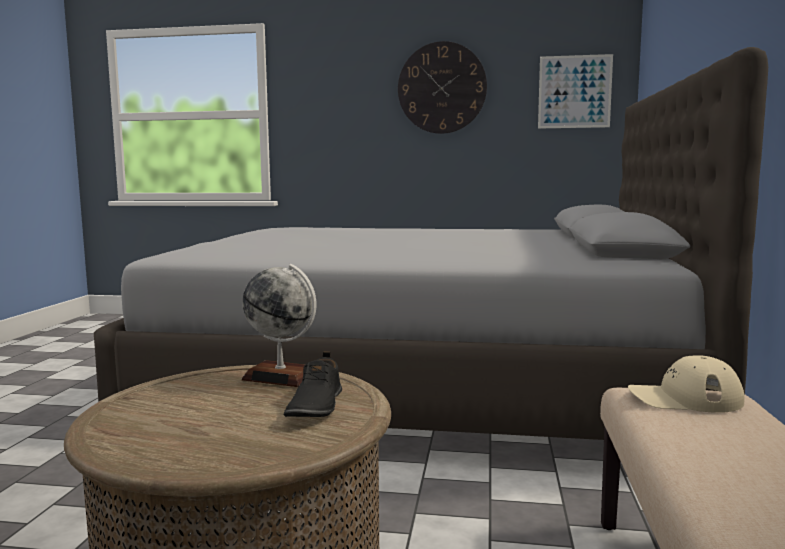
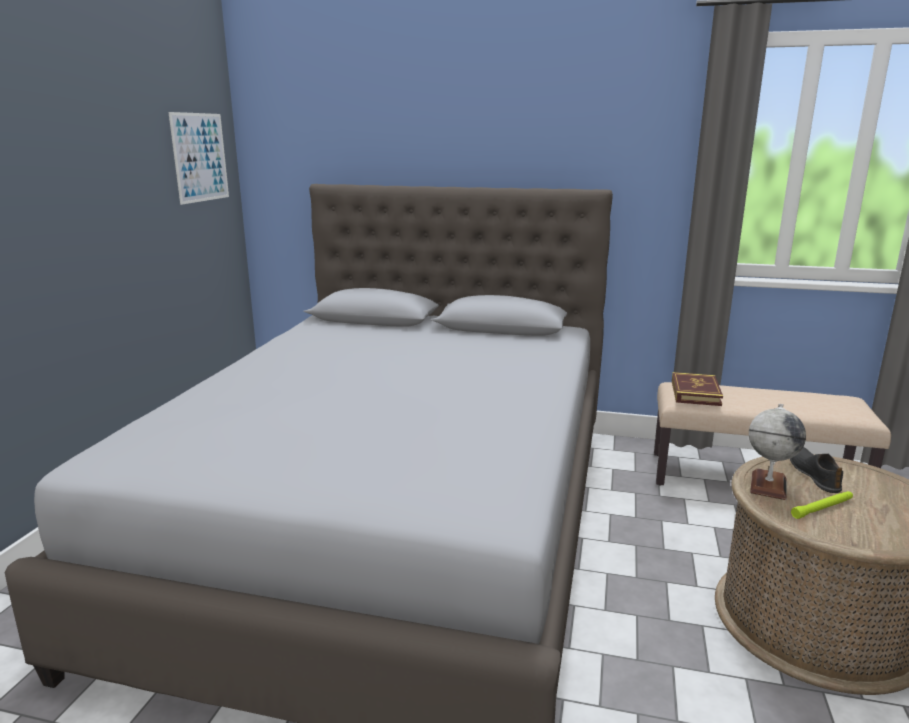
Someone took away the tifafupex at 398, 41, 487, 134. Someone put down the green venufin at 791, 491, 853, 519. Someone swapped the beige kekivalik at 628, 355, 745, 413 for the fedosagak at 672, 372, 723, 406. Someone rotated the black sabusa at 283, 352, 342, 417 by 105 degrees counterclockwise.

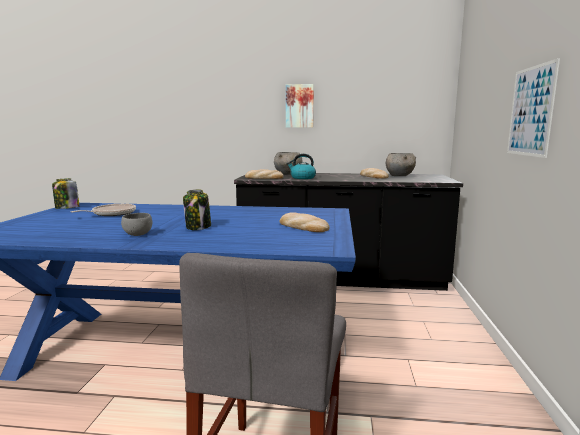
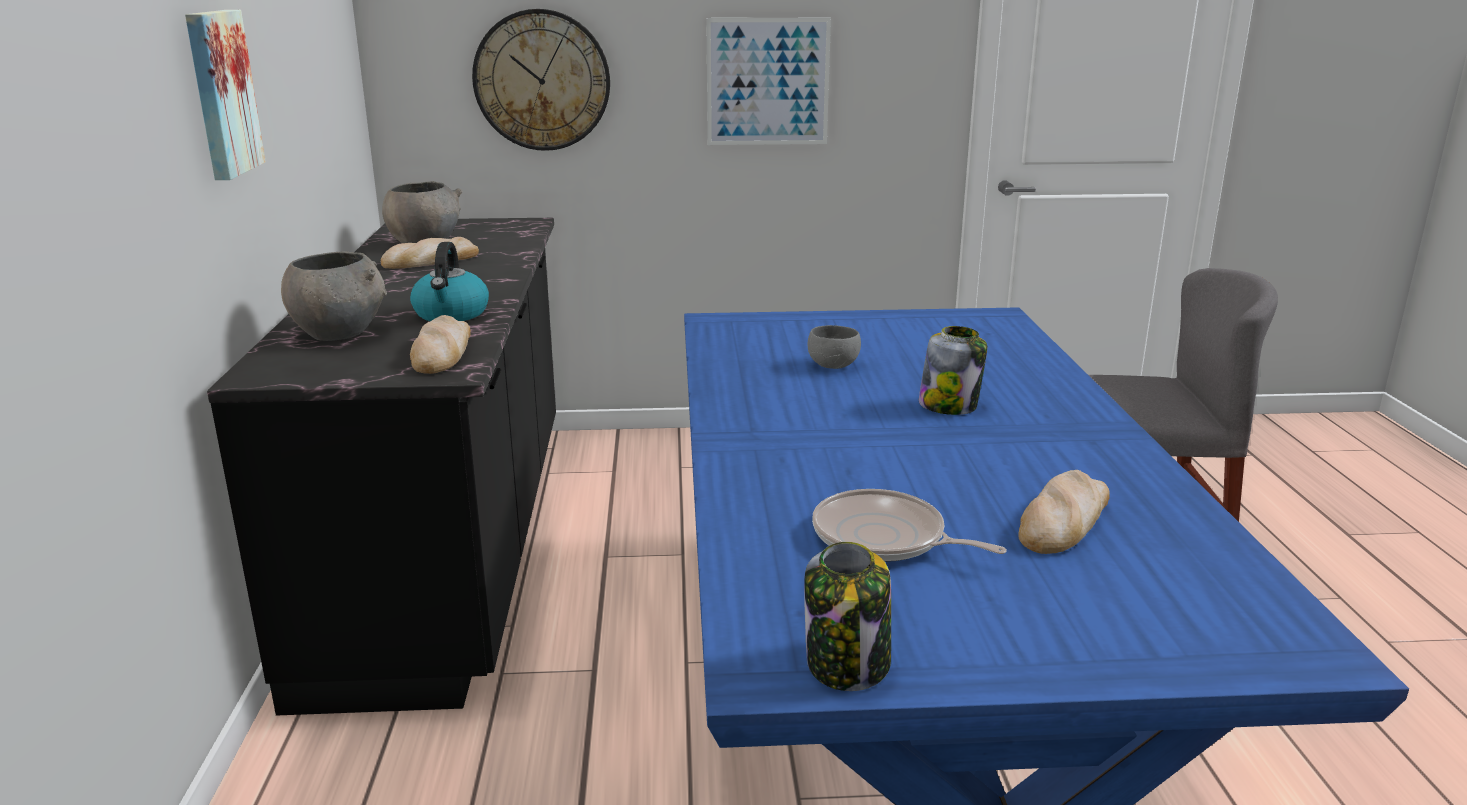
Someone put up the tifafupex at 472, 9, 610, 151. Someone carried the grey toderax from 121, 213, 152, 236 to 808, 325, 861, 369. Someone carried the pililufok from 280, 212, 330, 232 to 1018, 470, 1109, 554.

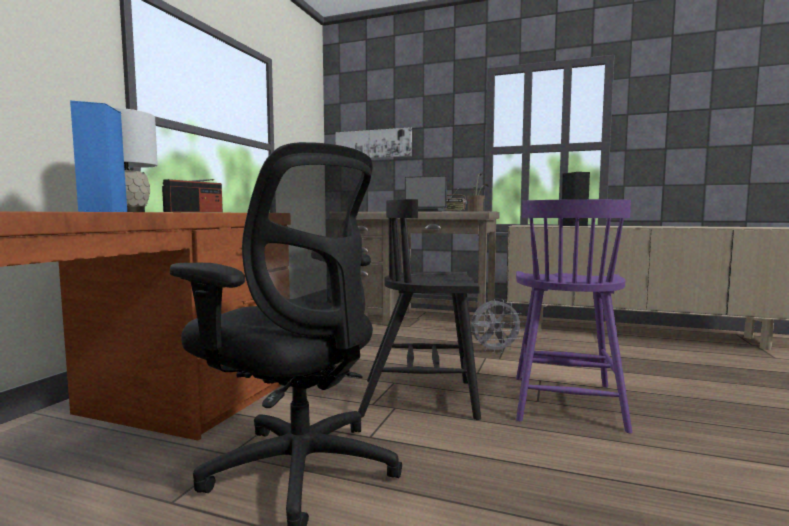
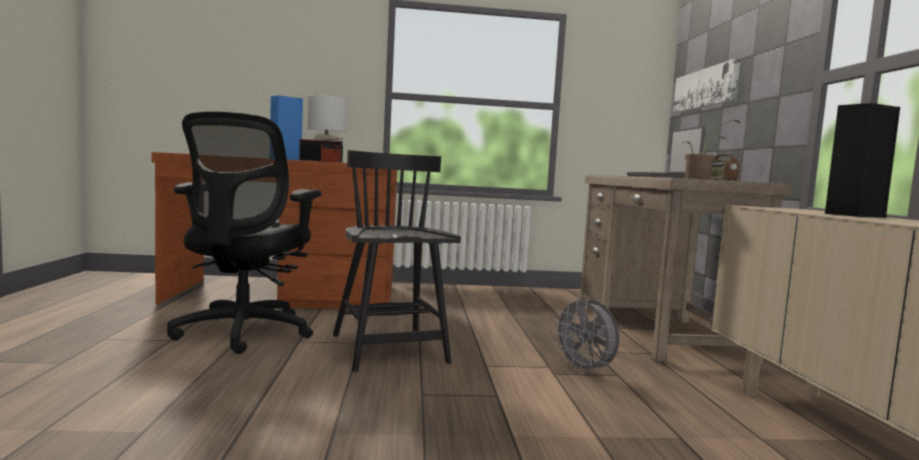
Someone took away the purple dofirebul at 516, 199, 632, 433.

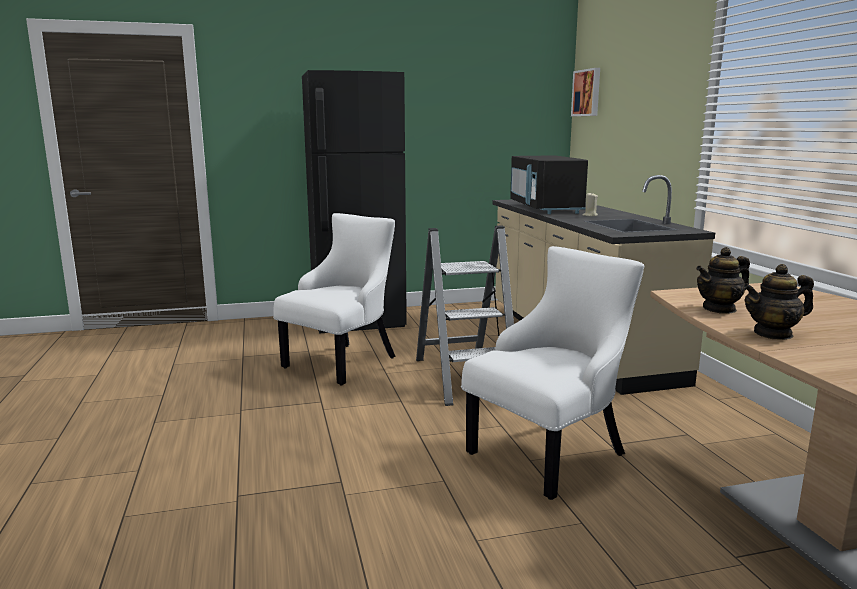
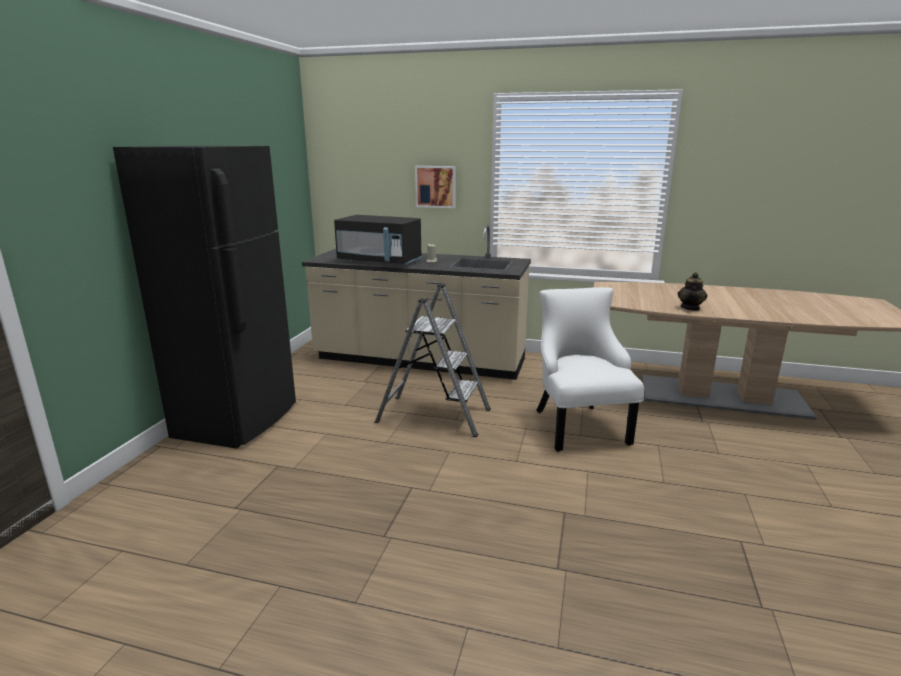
Someone took away the white dofirebul at 273, 213, 396, 386. Someone took away the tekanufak at 696, 247, 750, 314. Someone carried the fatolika from 571, 68, 600, 116 to 415, 166, 456, 208.

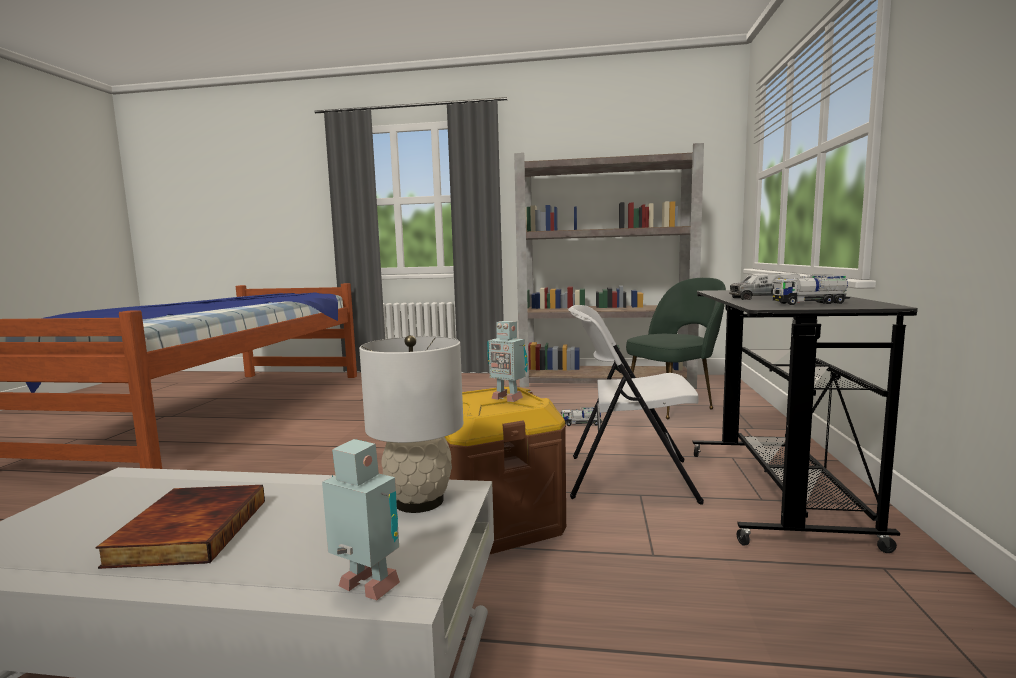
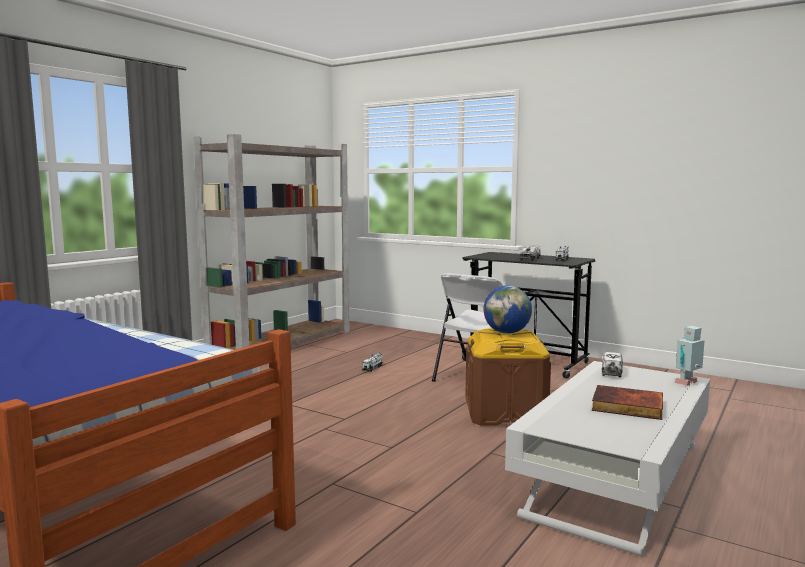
Someone took away the green dofirebul at 626, 278, 726, 419. Someone swapped the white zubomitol at 359, 335, 464, 513 for the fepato at 602, 352, 623, 377. Someone swapped the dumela at 487, 321, 528, 402 for the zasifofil at 483, 286, 532, 334.

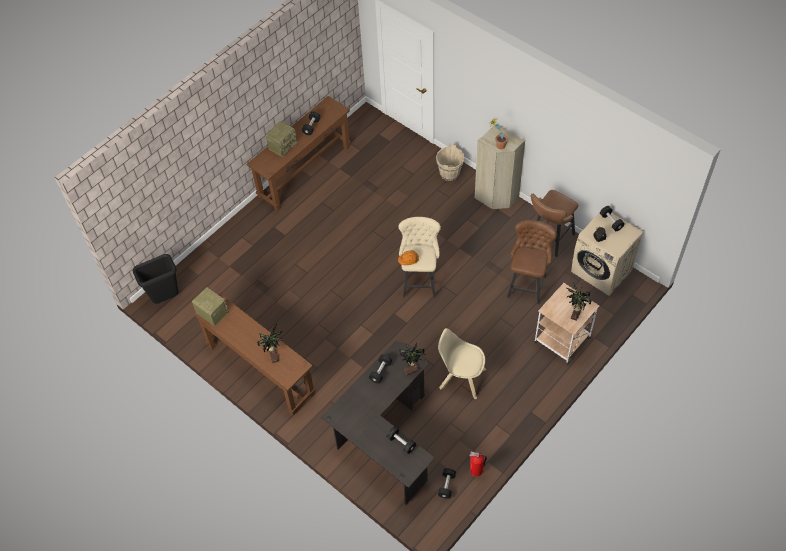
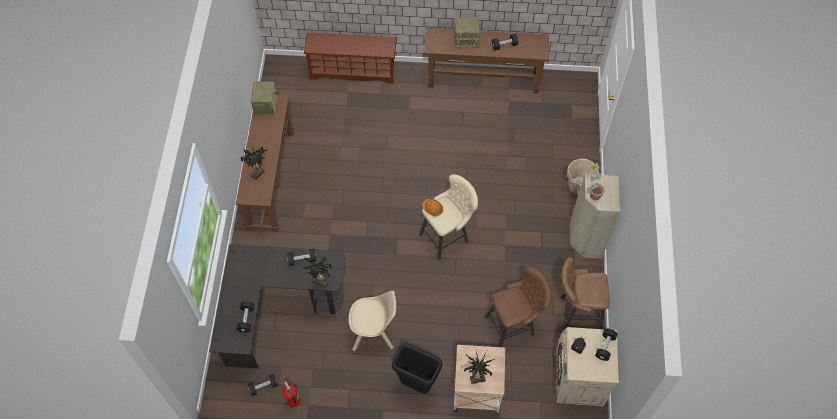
Someone put down the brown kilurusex at 304, 33, 397, 84. Someone carried the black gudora from 133, 254, 178, 304 to 392, 344, 442, 394. Someone rotated the beige dofirebul at 438, 328, 486, 399 by 105 degrees clockwise.

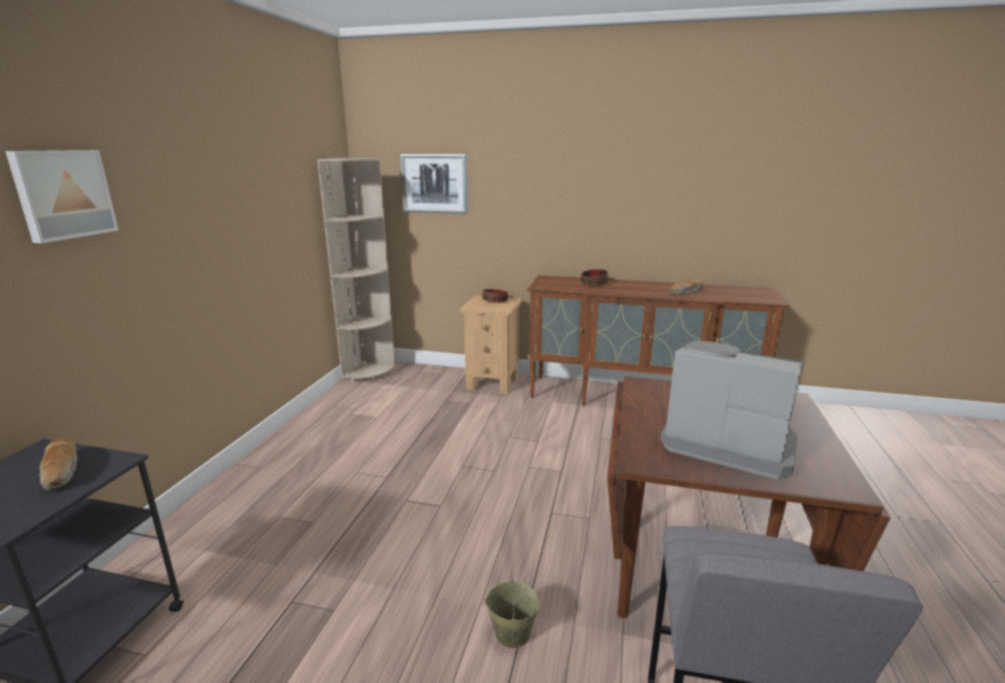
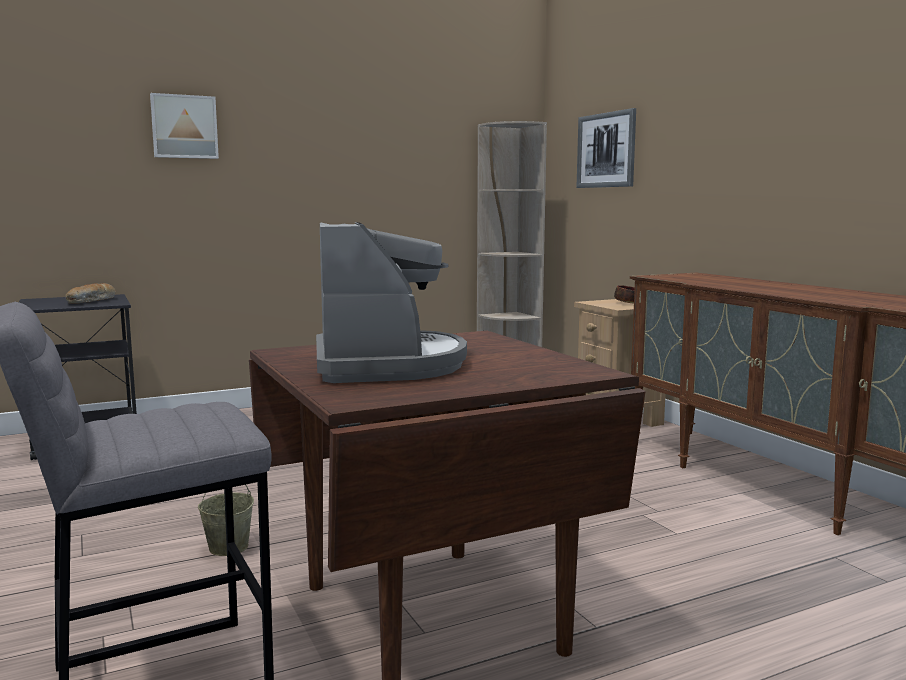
Someone took away the toderax at 581, 269, 609, 286. Someone took away the pililufok at 670, 279, 704, 295.

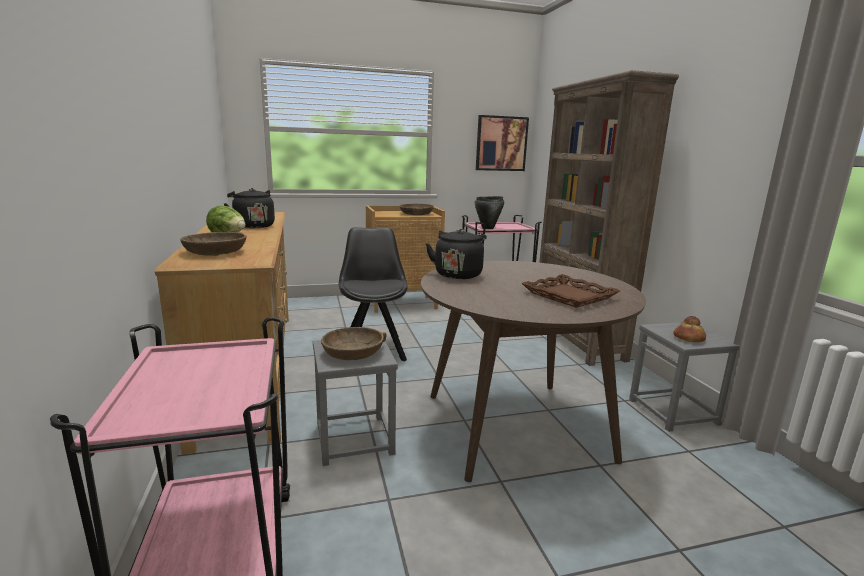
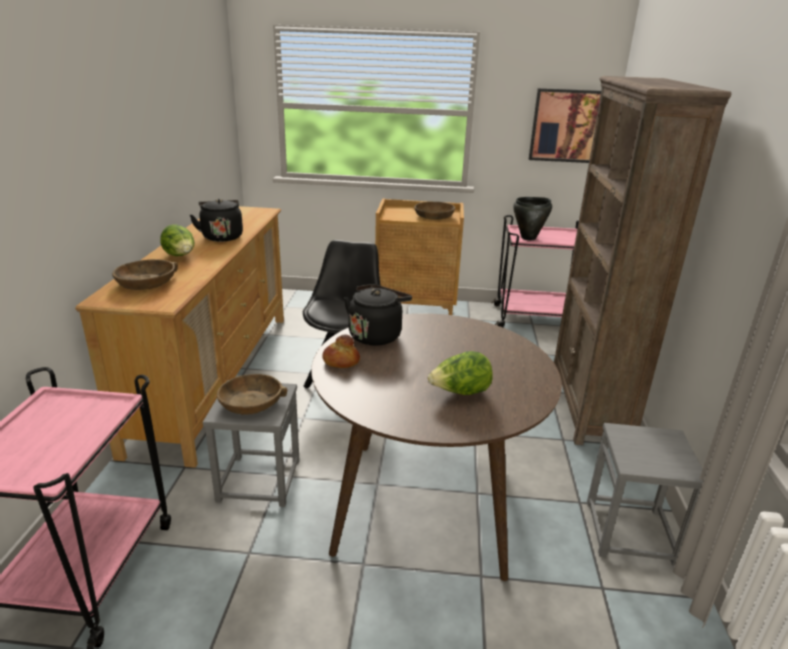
Someone carried the pililufok from 673, 316, 706, 342 to 322, 334, 360, 368. Someone swapped the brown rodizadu at 522, 274, 620, 308 for the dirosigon at 428, 351, 493, 395.

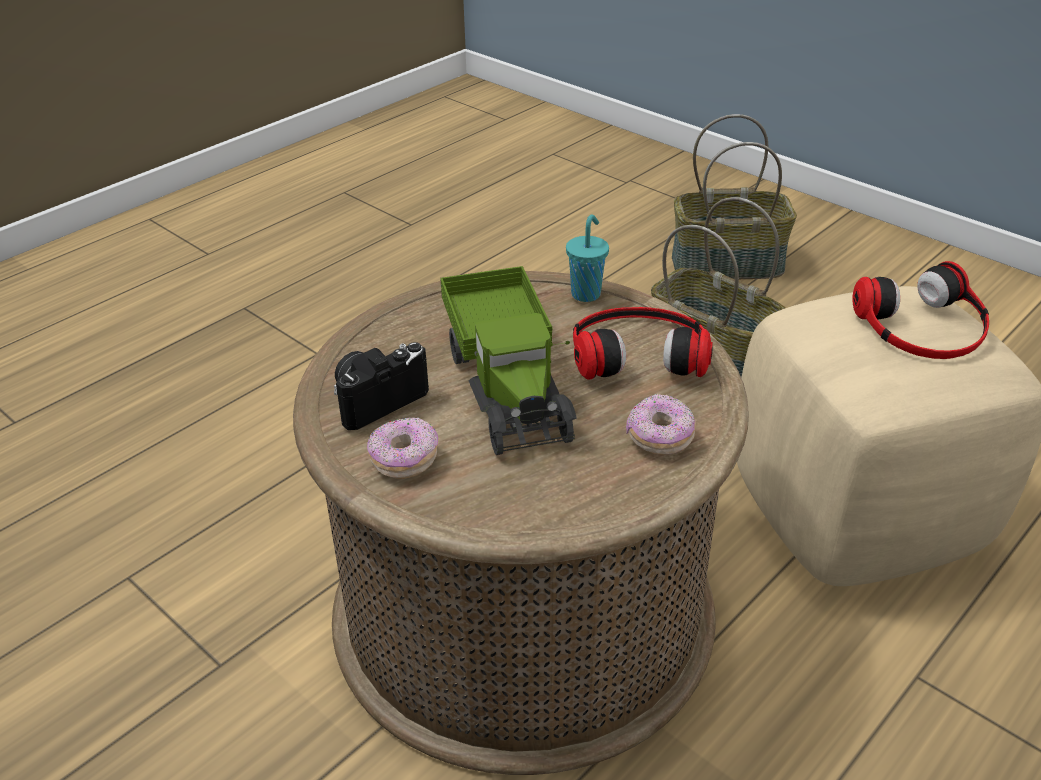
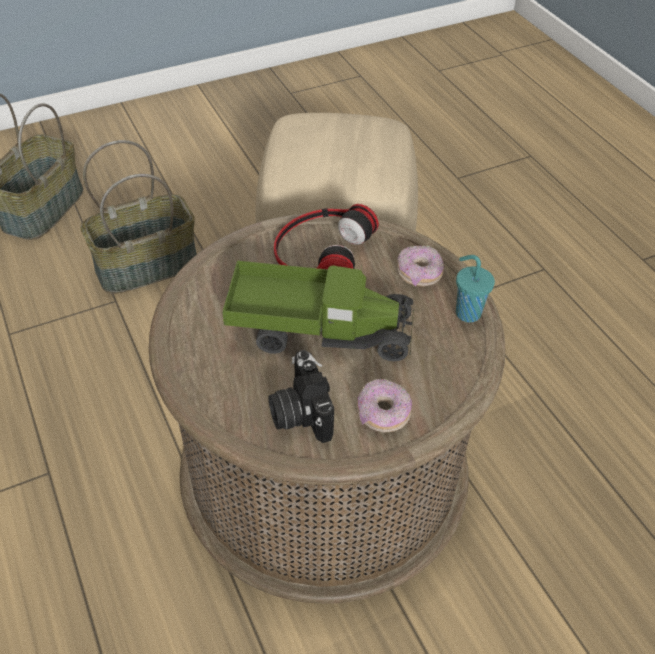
Someone took away the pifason at 852, 261, 989, 359. Someone carried the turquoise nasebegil from 566, 215, 609, 302 to 456, 255, 495, 322.

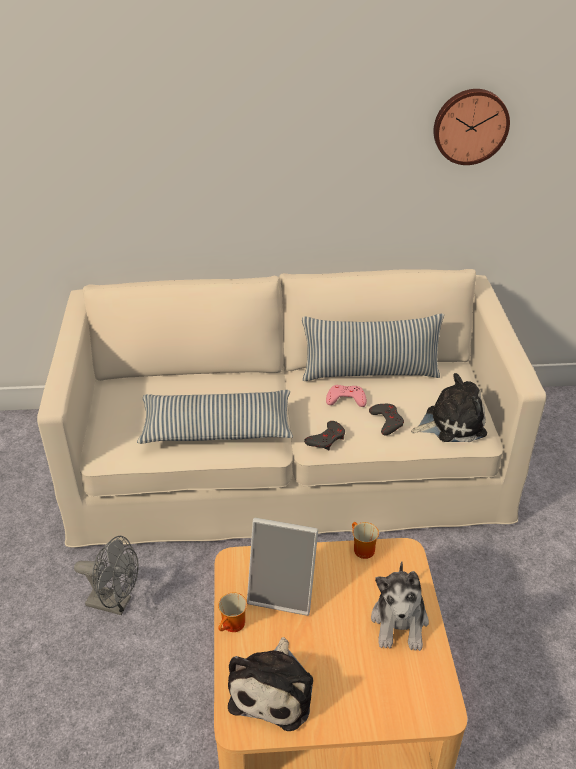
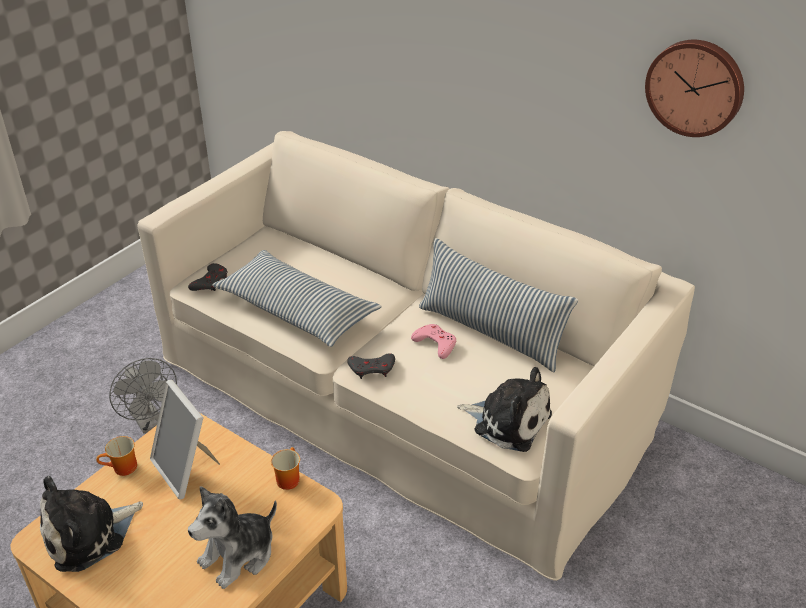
Someone carried the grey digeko from 369, 404, 404, 436 to 188, 263, 227, 291.

